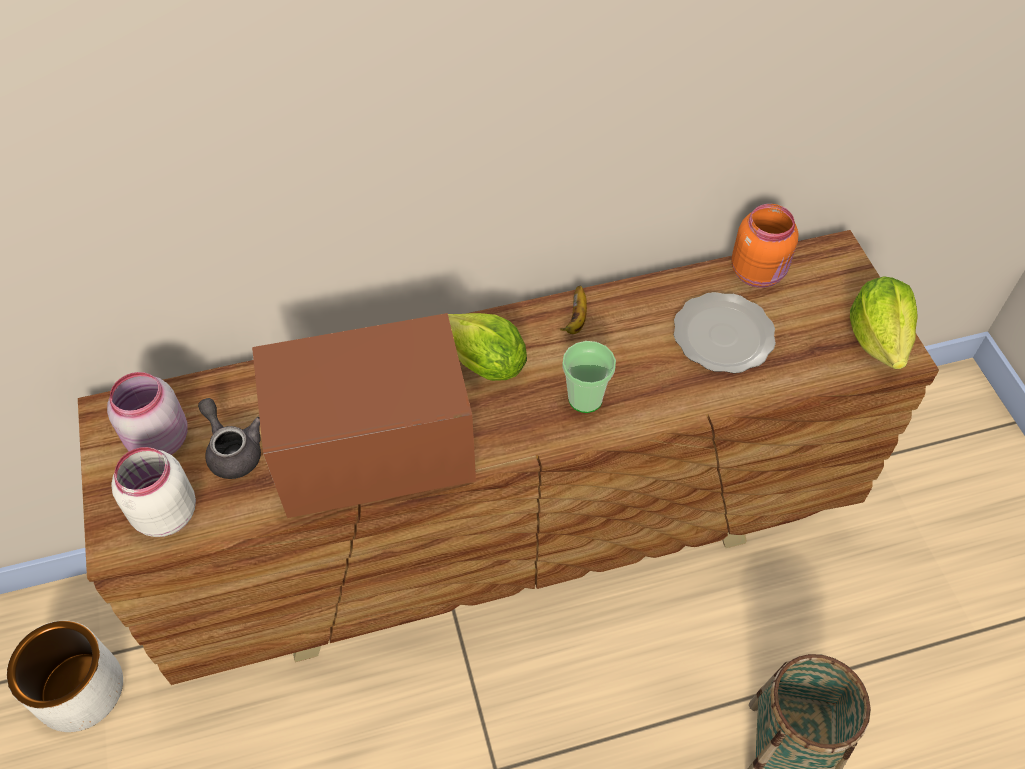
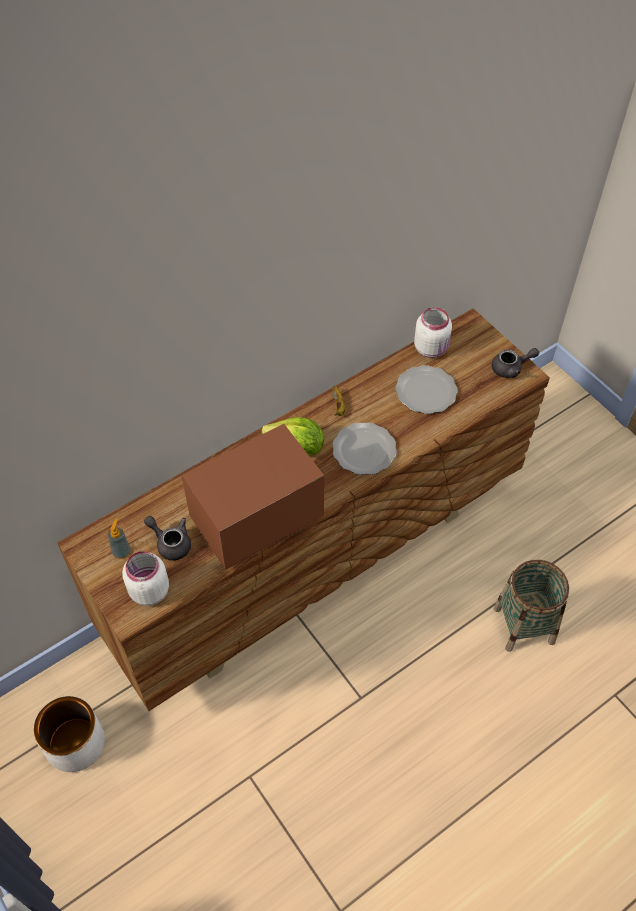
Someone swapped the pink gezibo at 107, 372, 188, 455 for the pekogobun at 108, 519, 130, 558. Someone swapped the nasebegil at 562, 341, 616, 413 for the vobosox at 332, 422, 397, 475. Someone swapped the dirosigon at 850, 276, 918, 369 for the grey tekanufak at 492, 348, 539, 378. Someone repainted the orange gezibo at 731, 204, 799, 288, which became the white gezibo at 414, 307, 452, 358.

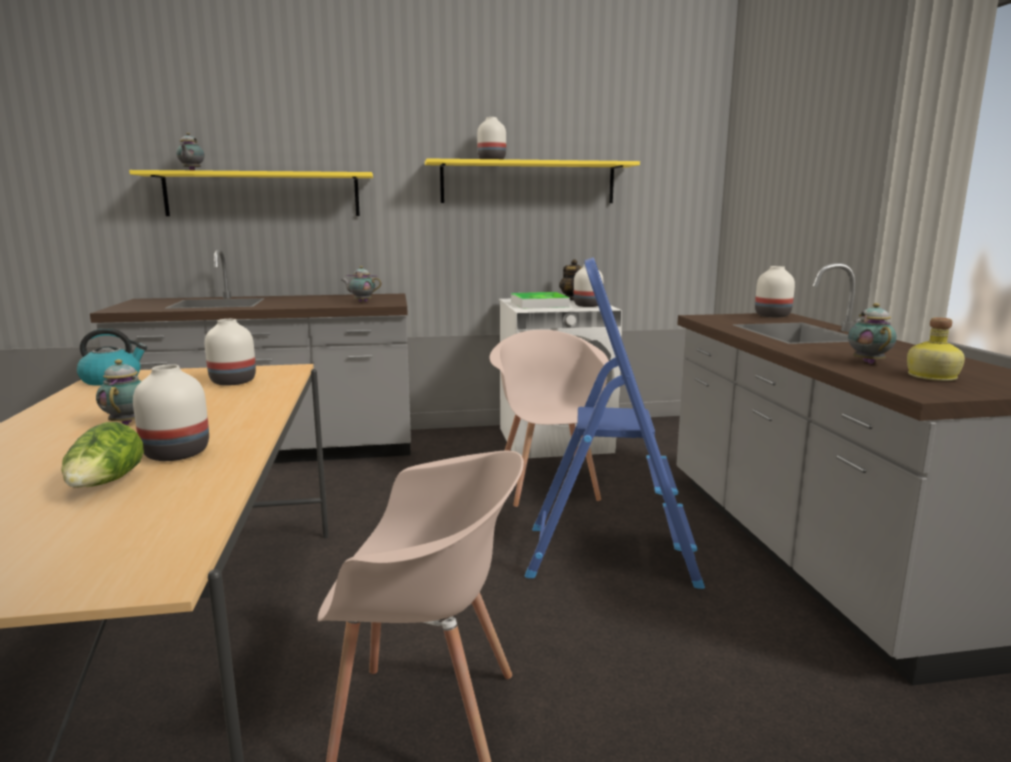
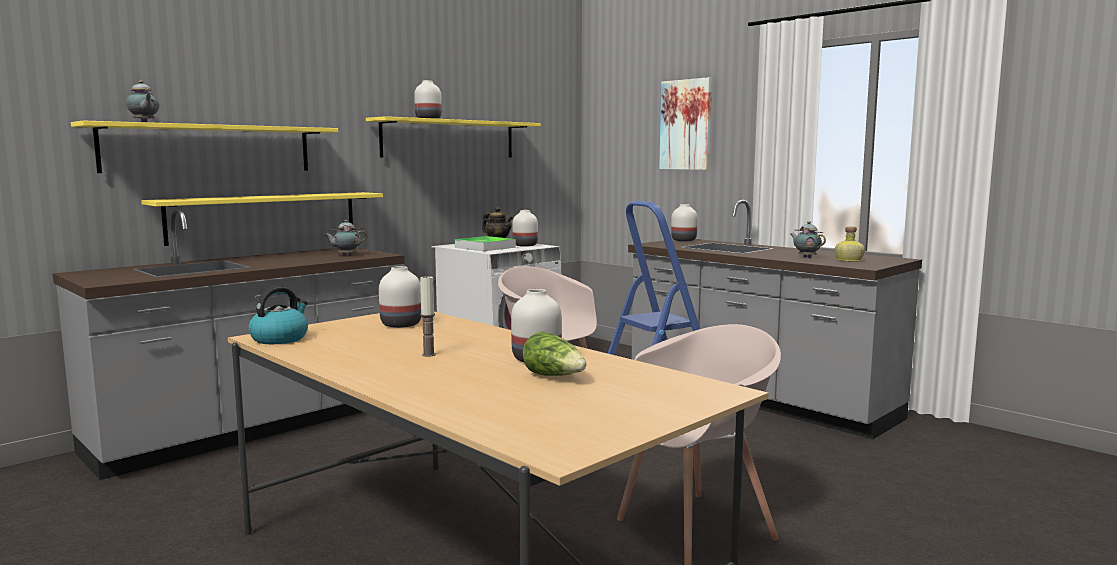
Someone put up the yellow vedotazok at 141, 192, 383, 246. Someone put up the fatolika at 659, 77, 712, 170. Someone swapped the tekanufak at 96, 359, 142, 425 for the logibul at 420, 275, 436, 357.

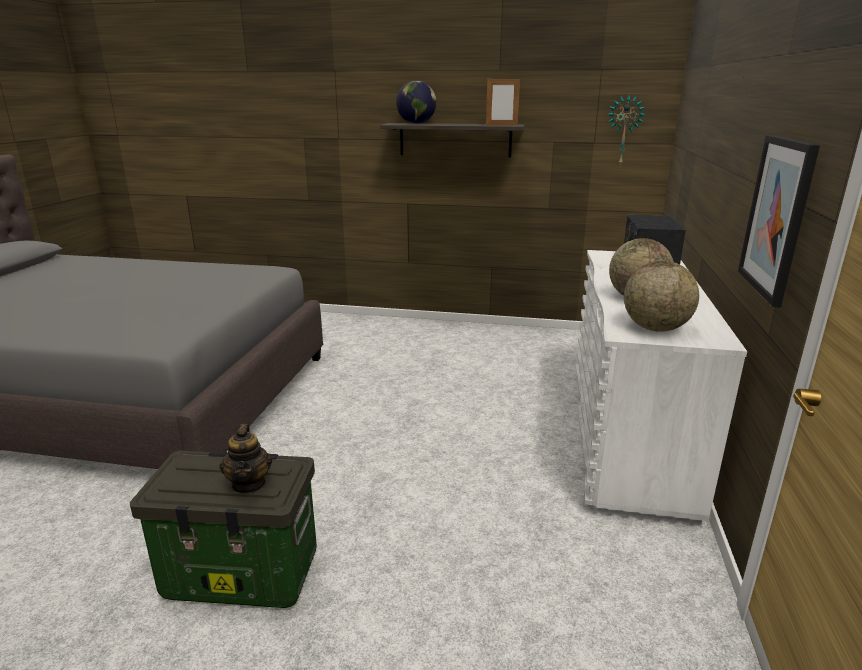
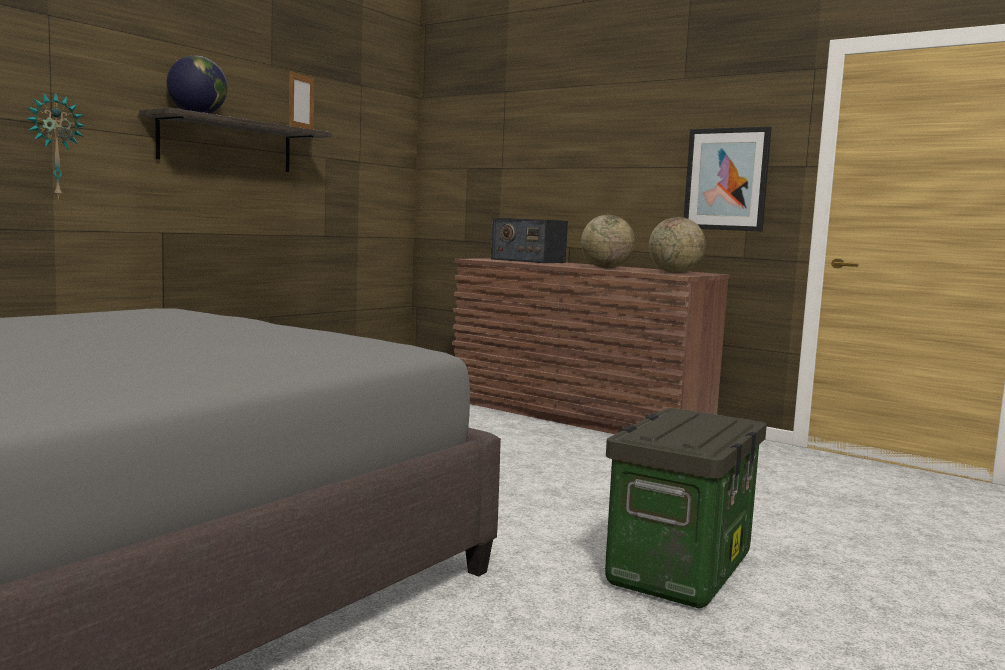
Someone took away the tekanufak at 219, 424, 272, 494. Someone carried the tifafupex from 607, 95, 646, 166 to 25, 92, 85, 200. Someone repainted the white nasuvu at 575, 250, 747, 526, which became the brown nasuvu at 452, 258, 729, 434.

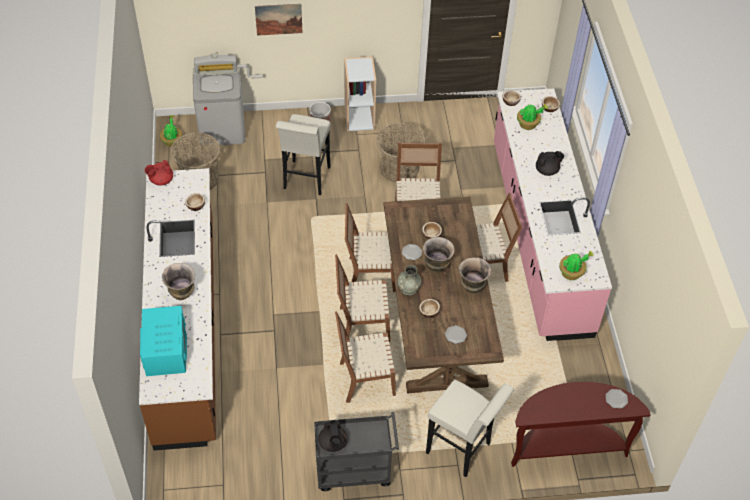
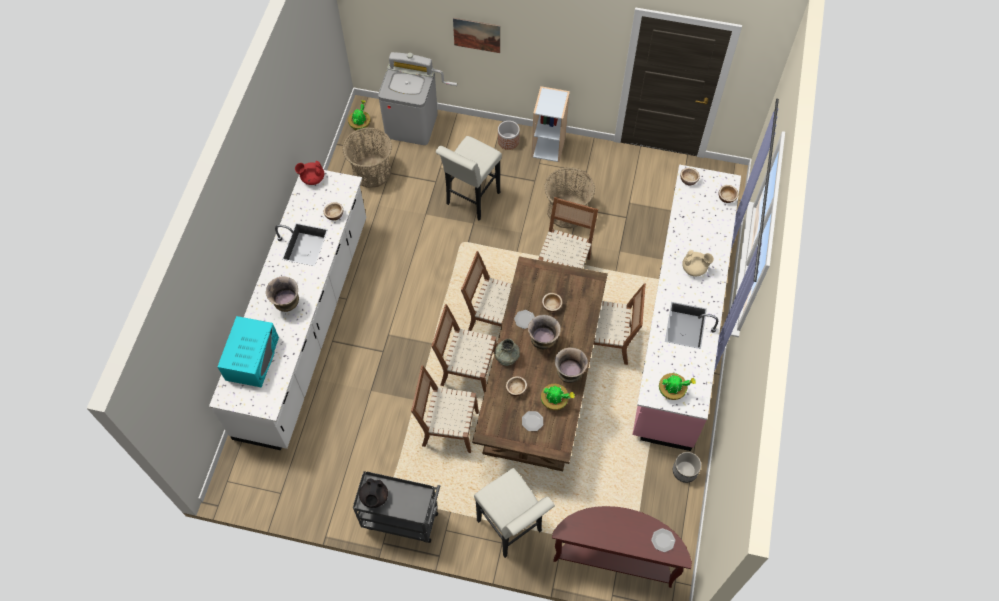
Someone put down the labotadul at 673, 452, 701, 483. Someone carried the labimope from 517, 104, 548, 130 to 541, 384, 575, 410. Someone repainted the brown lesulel at 139, 168, 216, 451, which became the white lesulel at 209, 170, 366, 450. Someone repainted the black tekanufak at 536, 151, 564, 176, which became the beige tekanufak at 682, 250, 714, 277.

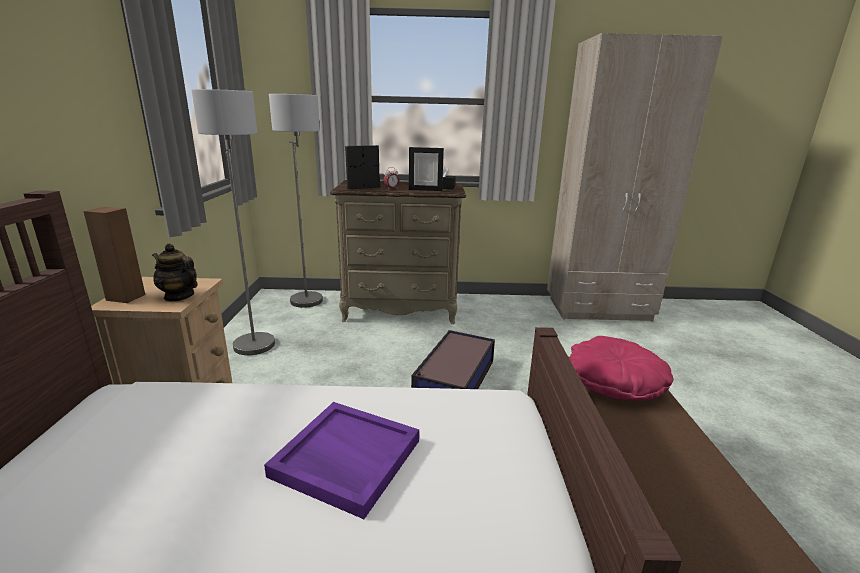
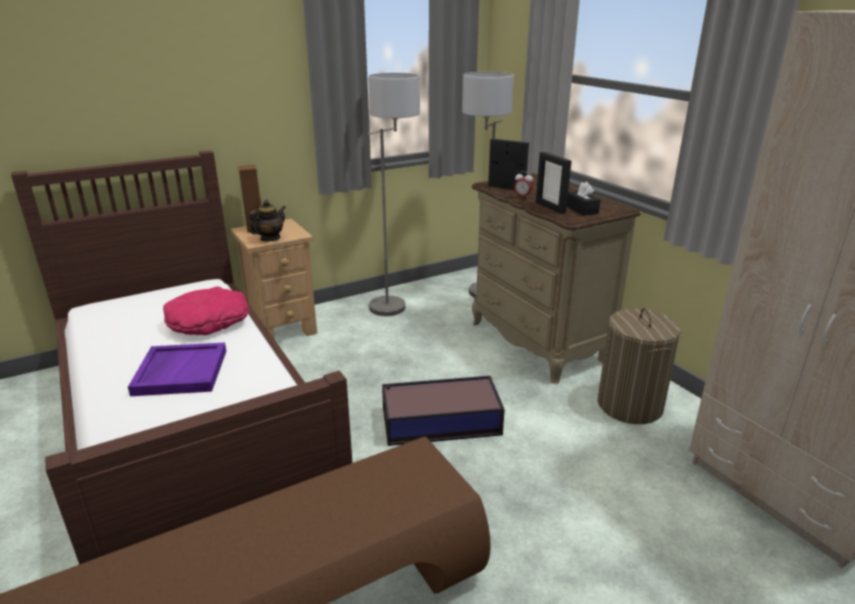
Someone put down the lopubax at 598, 308, 681, 424. Someone carried the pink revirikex from 569, 336, 674, 401 to 163, 286, 249, 335. Someone rotated the tekanufak at 152, 244, 198, 302 by 45 degrees clockwise.

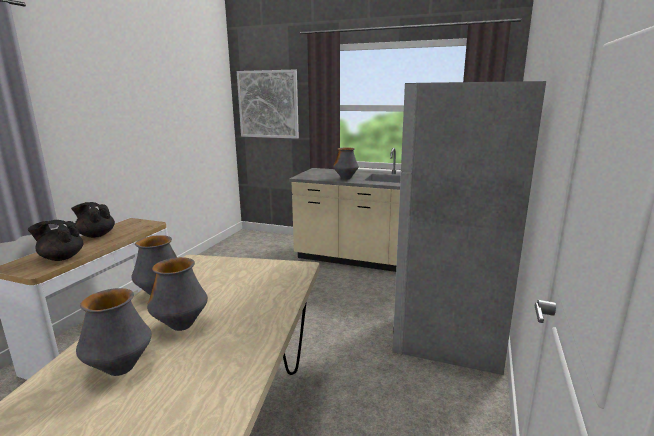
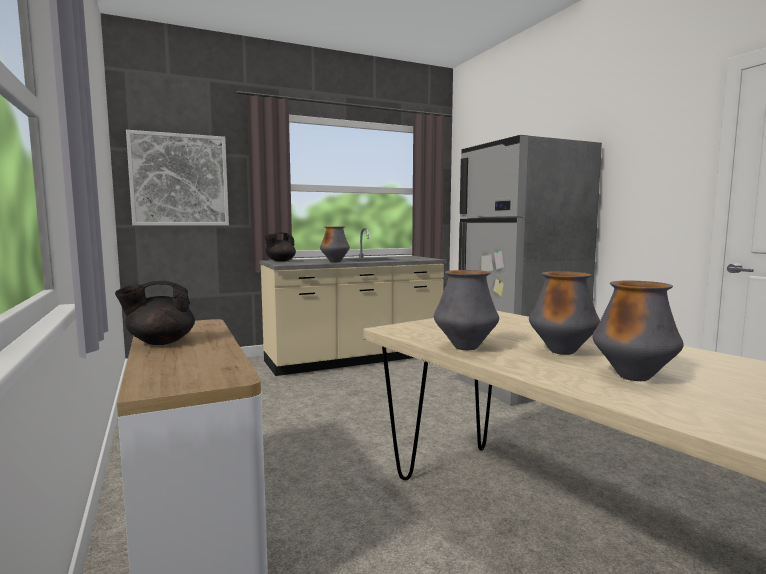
Someone carried the black tekanufak from 28, 220, 83, 261 to 264, 232, 296, 261.

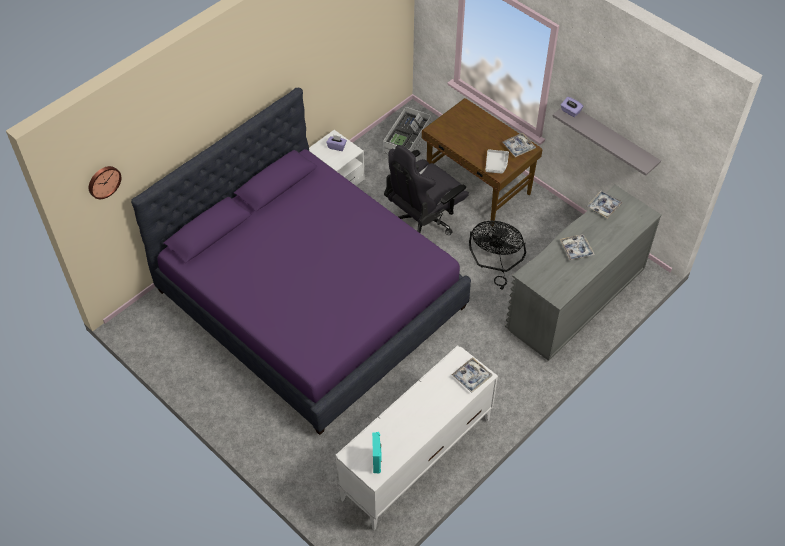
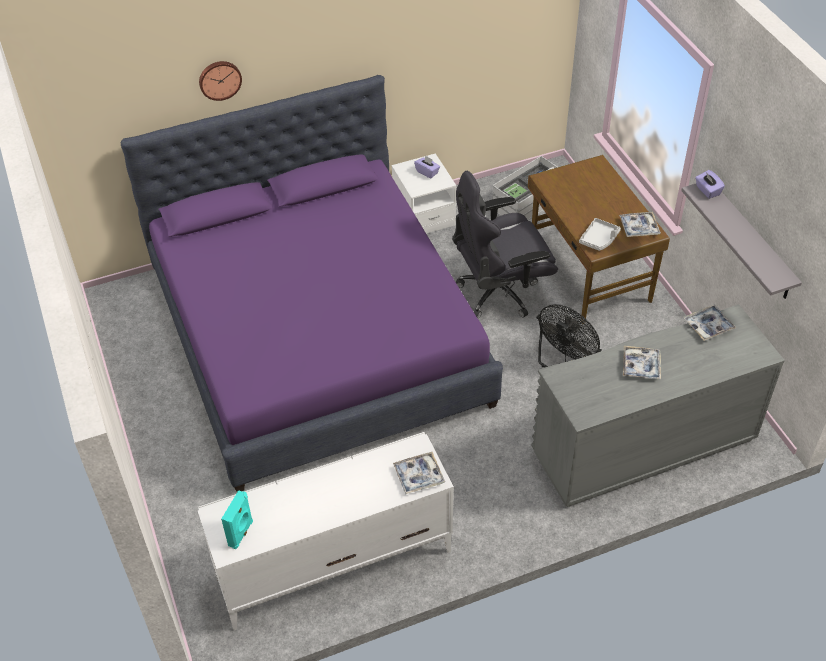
Someone carried the tifafupex from 89, 166, 121, 199 to 199, 61, 242, 101.

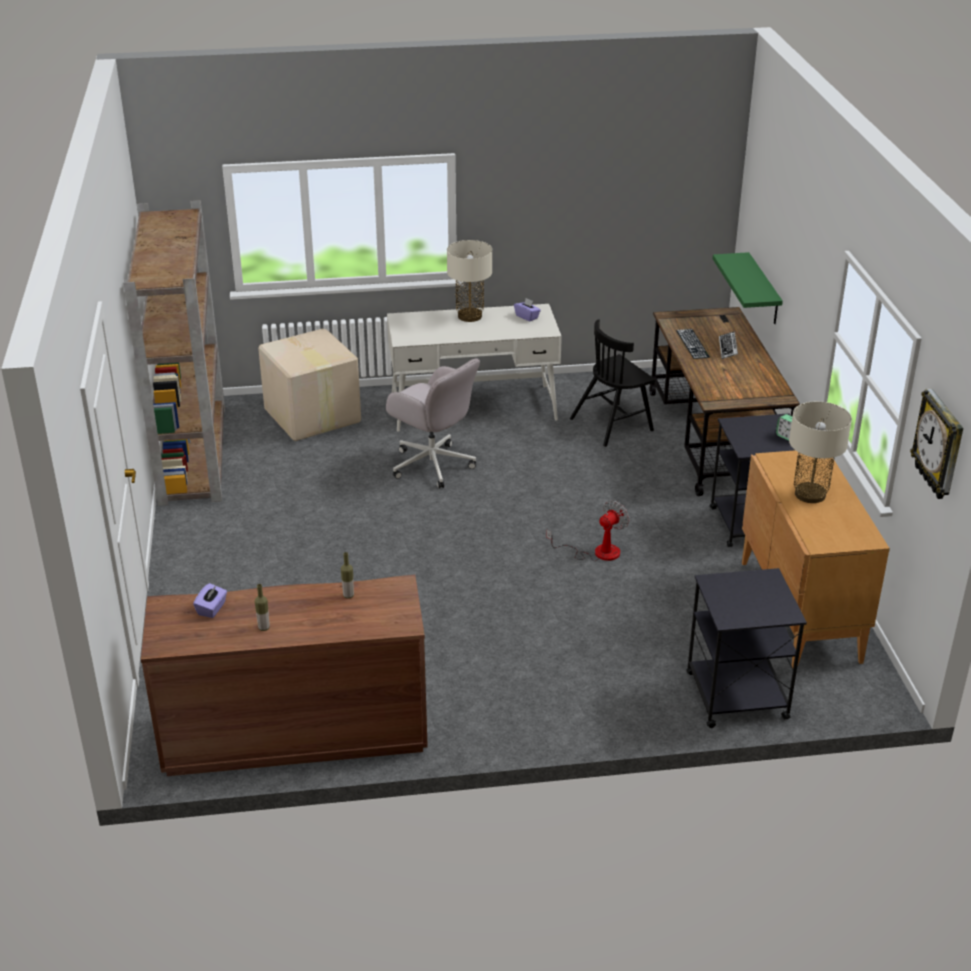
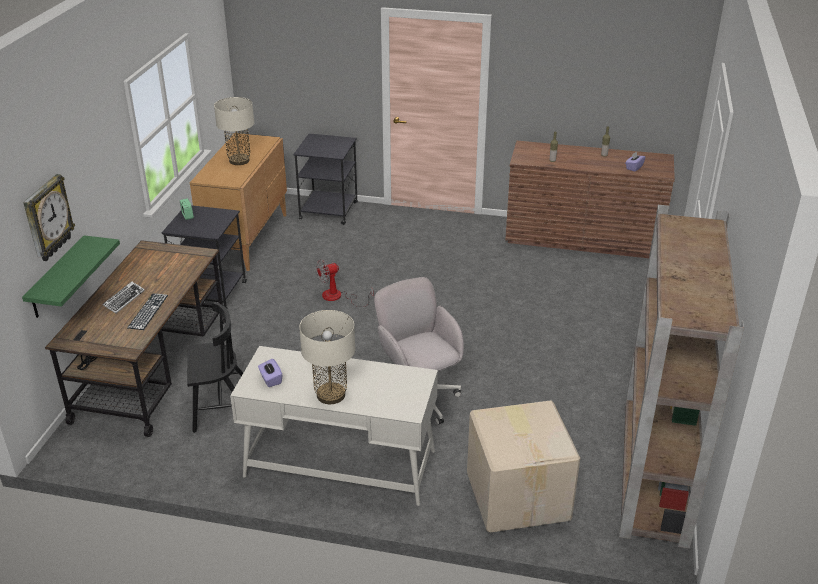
Someone carried the tifafupex from 910, 388, 963, 499 to 23, 174, 75, 261.

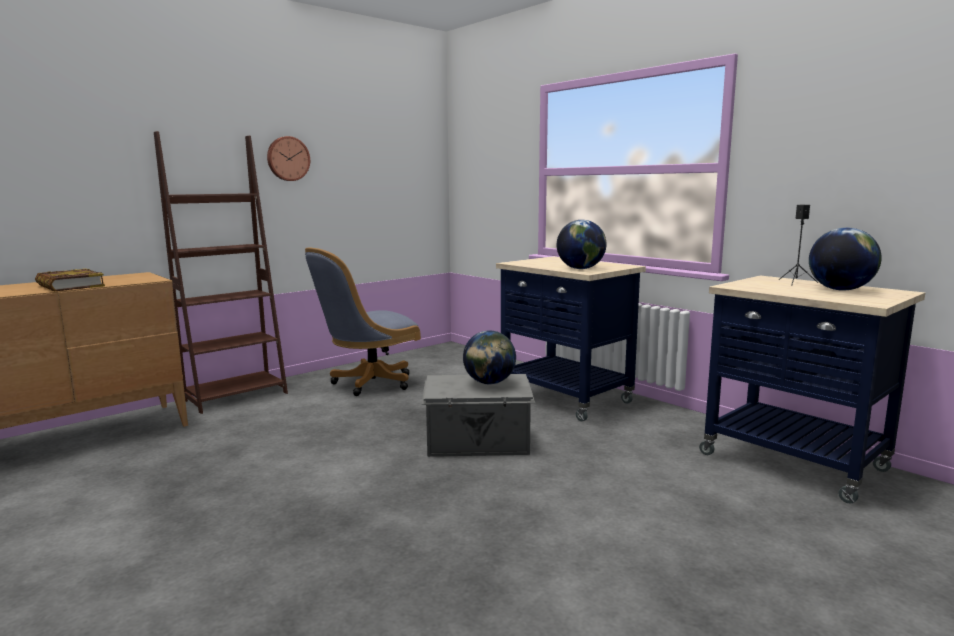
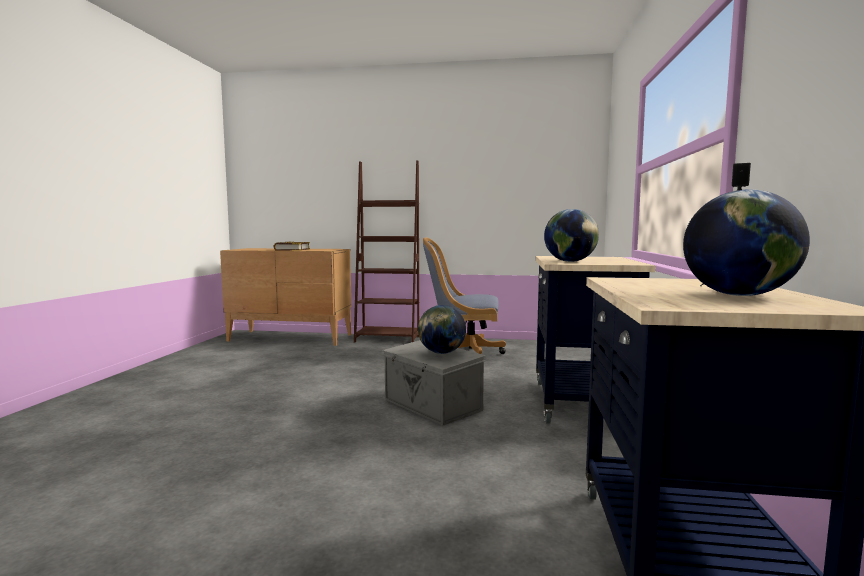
Someone took away the tifafupex at 267, 136, 310, 181.

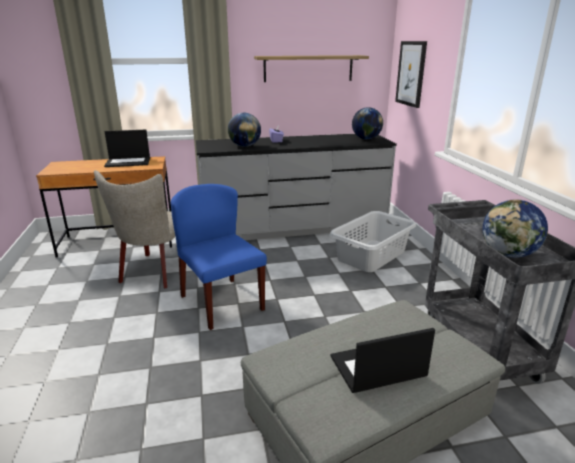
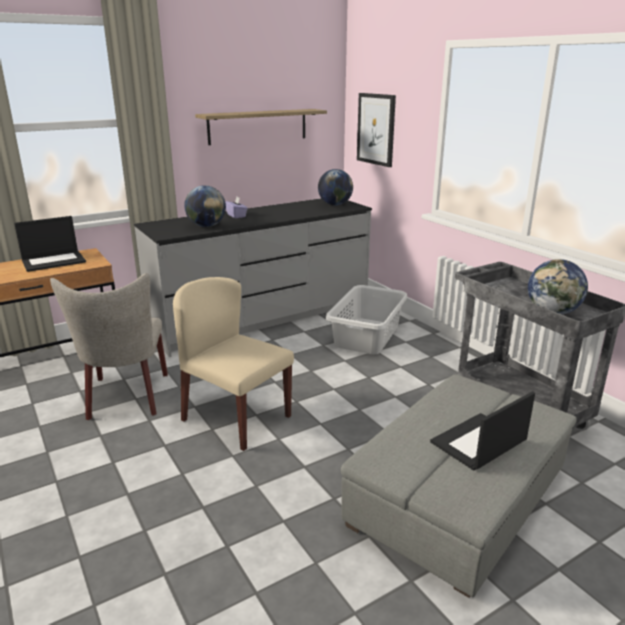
Someone repainted the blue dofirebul at 171, 184, 267, 330, which became the beige dofirebul at 173, 277, 294, 451.

